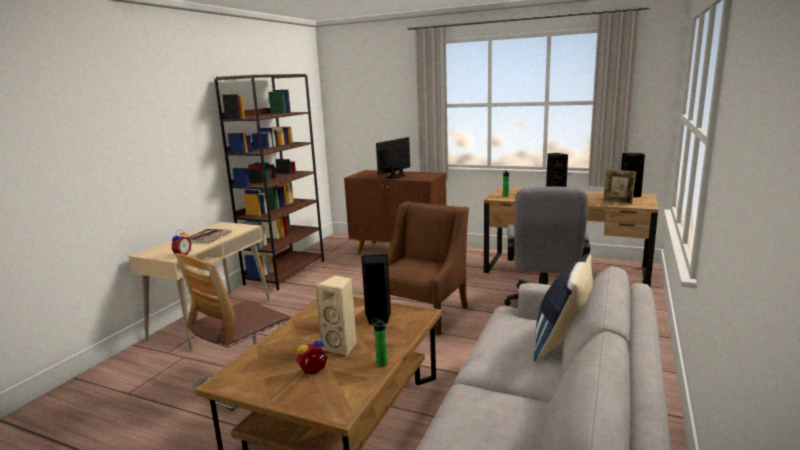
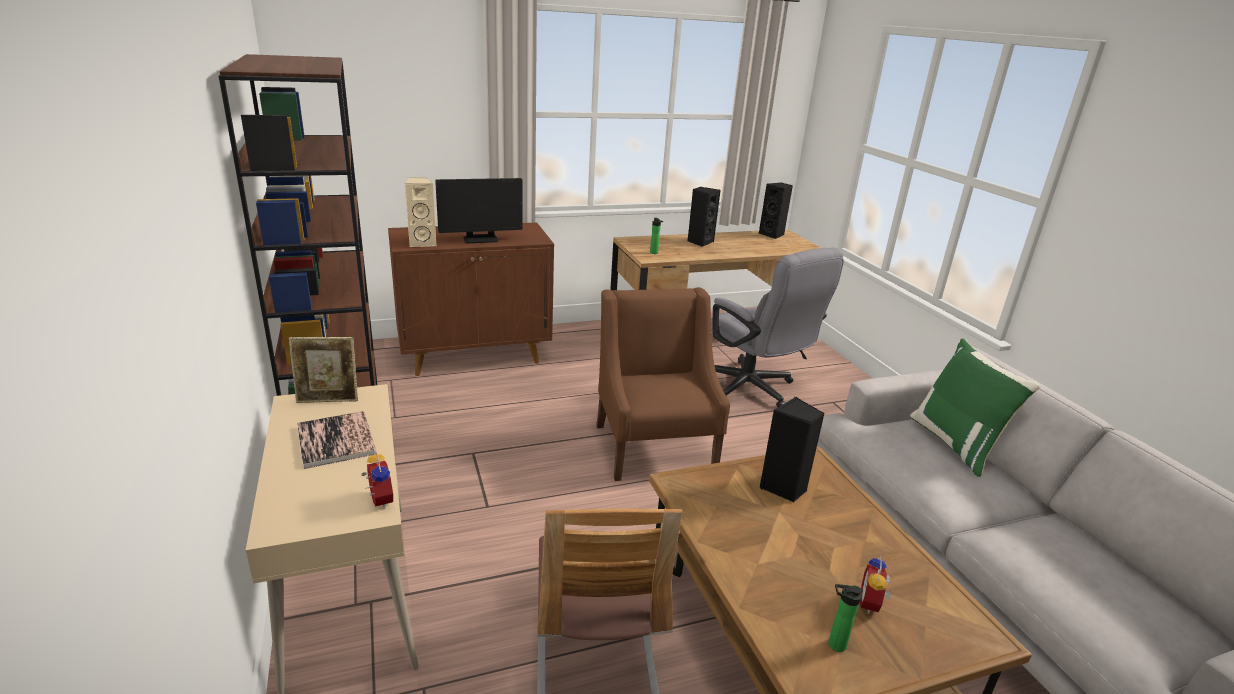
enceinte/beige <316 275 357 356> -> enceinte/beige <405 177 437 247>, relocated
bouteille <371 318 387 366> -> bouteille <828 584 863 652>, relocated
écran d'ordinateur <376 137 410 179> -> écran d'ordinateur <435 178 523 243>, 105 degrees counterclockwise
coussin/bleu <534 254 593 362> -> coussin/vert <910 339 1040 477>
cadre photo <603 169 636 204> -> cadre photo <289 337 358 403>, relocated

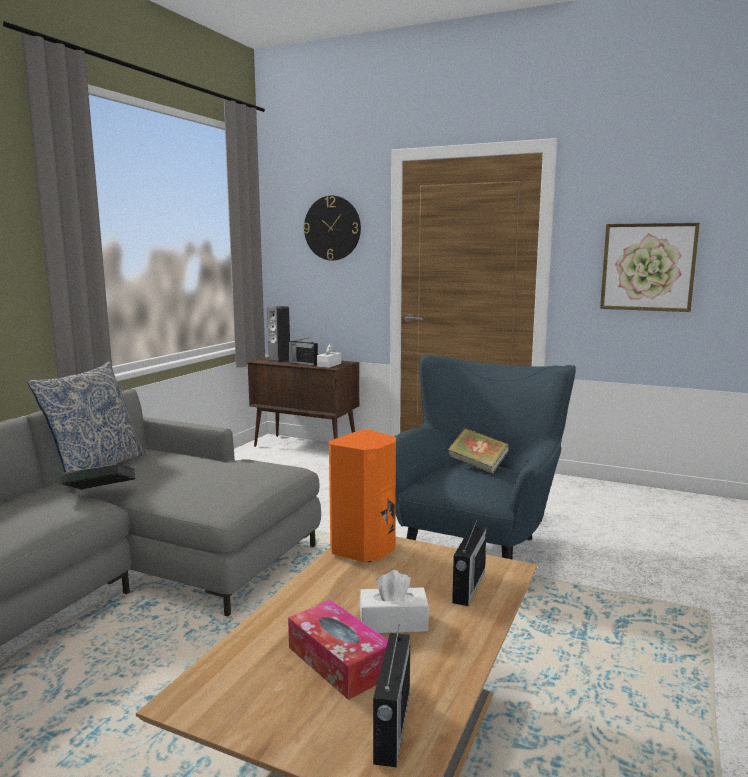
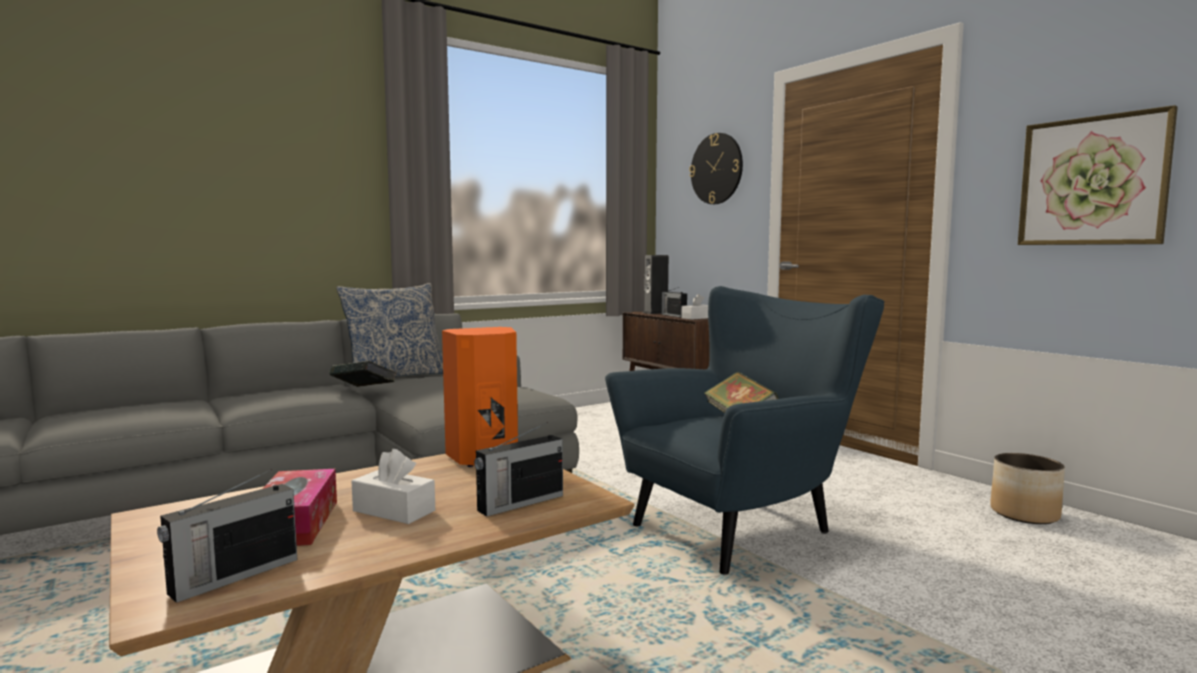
none -> cache-pot <990 453 1065 524>

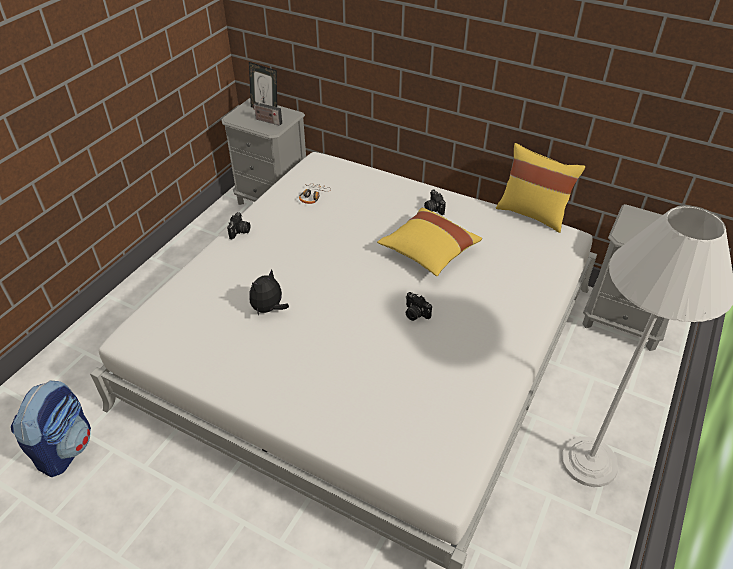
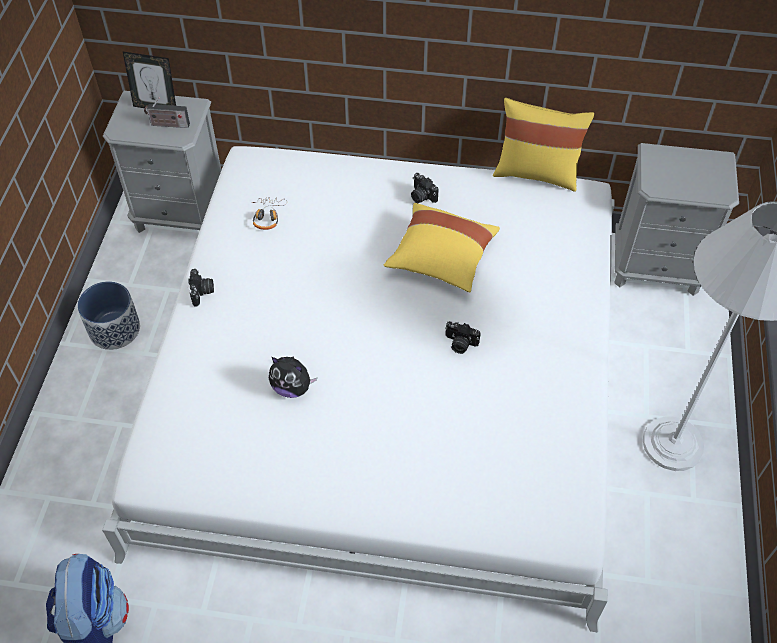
peluche <249 269 289 315> -> peluche <269 356 317 398>, 90 degrees counterclockwise
none -> cache-pot <77 281 140 350>

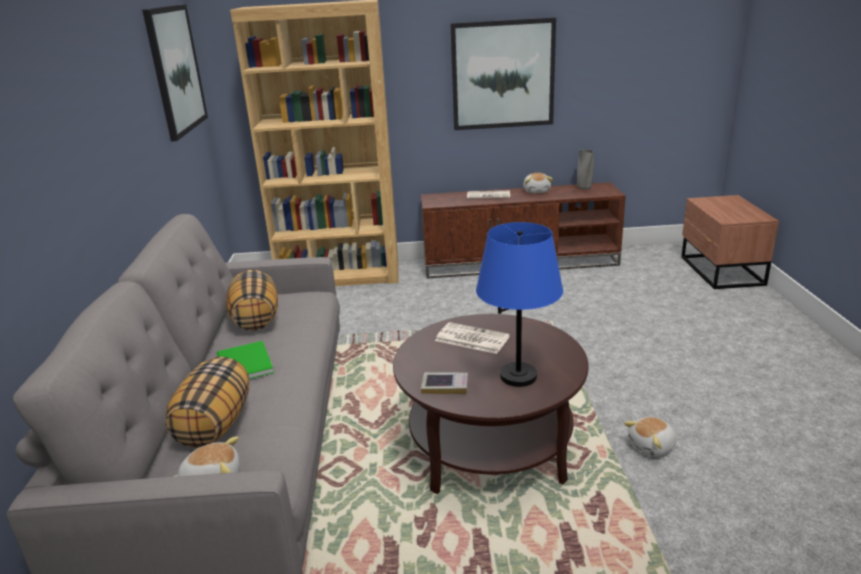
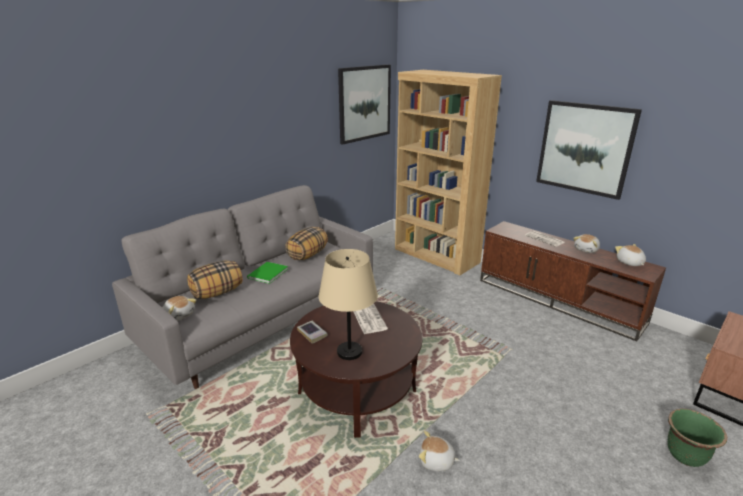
lampe de table/bleu <476 222 563 387> -> lampe de table/beige <319 249 378 360>
vase/gris <577 149 594 190> -> peluche <615 244 646 266>
none -> cache-pot/vert <668 409 727 467>

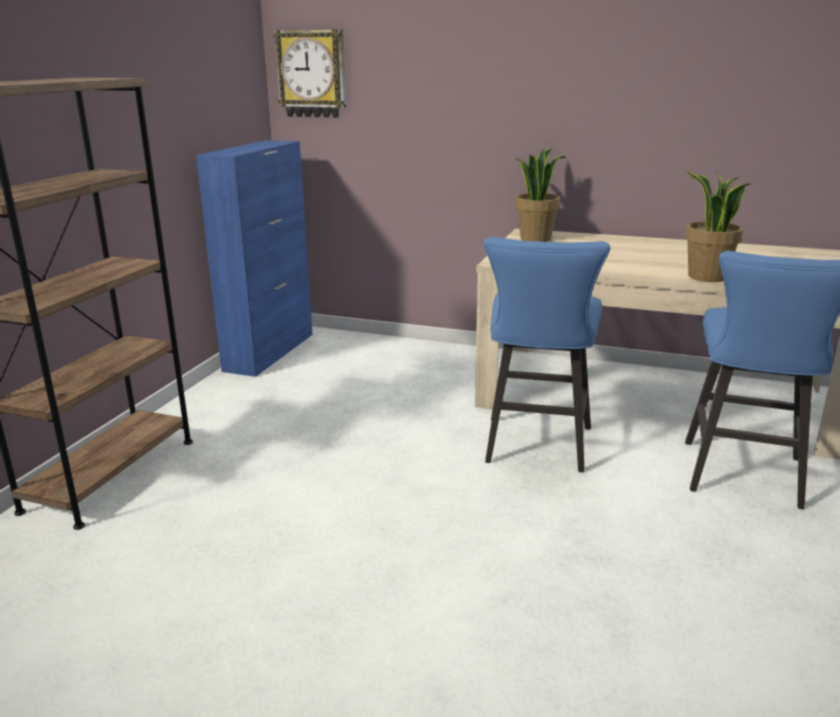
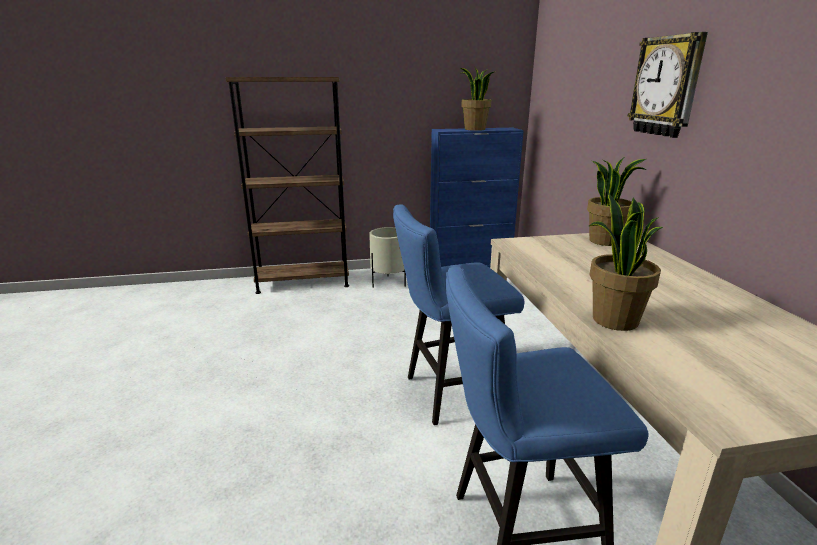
horloge murale <273 29 346 118> -> horloge murale <627 32 708 138>, relocated
none -> cache-pot/beige <369 227 406 288>
none -> plante en pot <461 66 494 131>

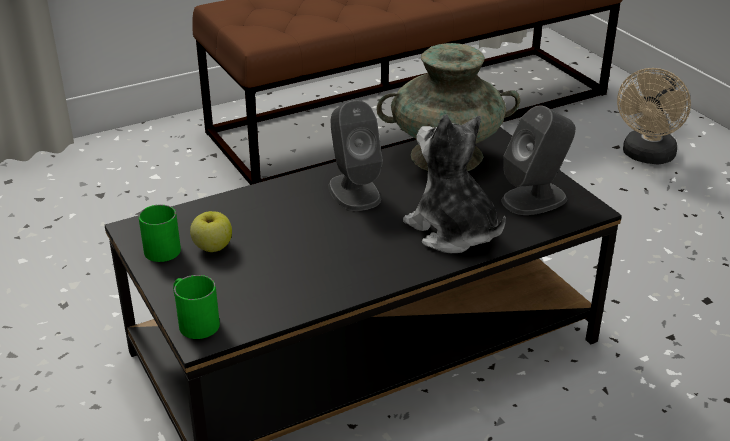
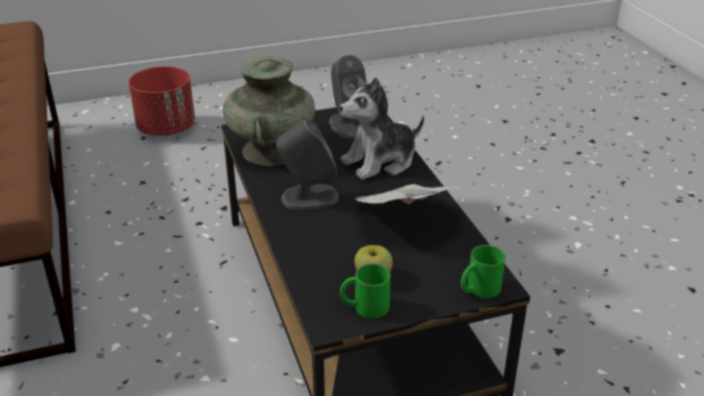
ventilateur/beige <617 68 691 164> -> cache-pot/rouge <129 66 195 136>
none -> journal <355 184 464 204>

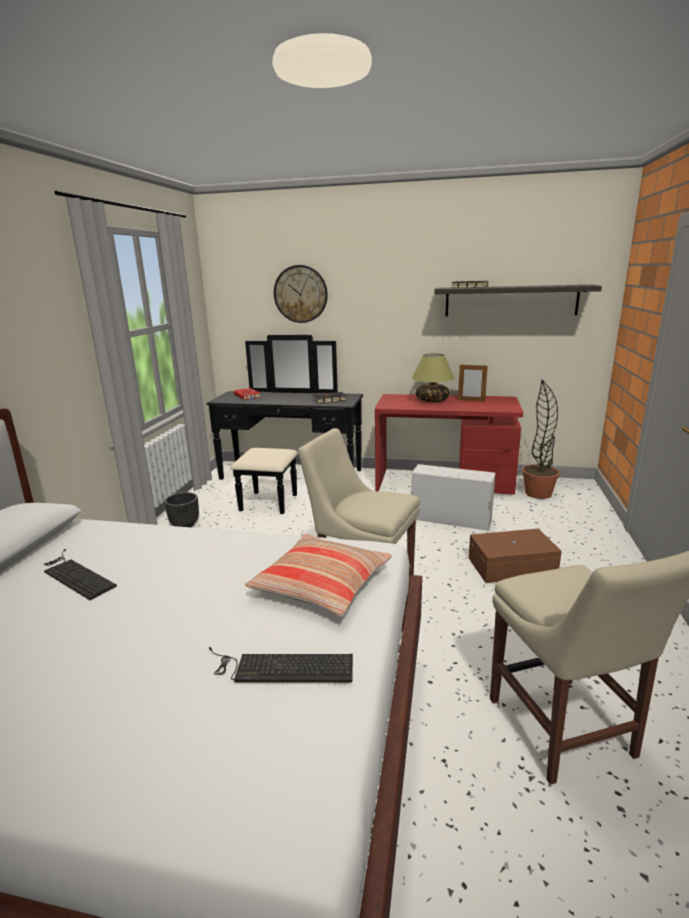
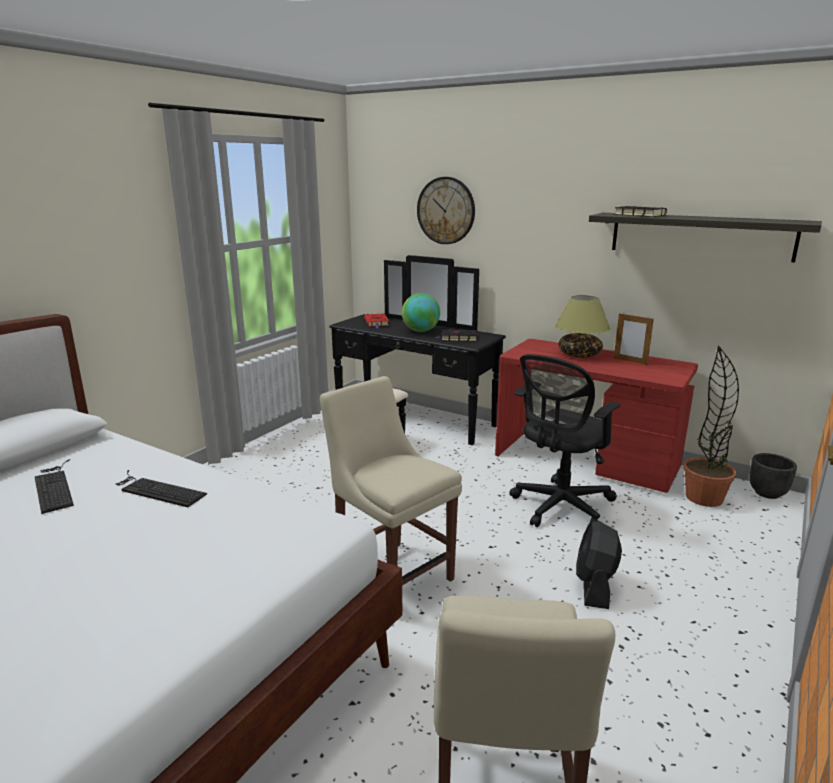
cache-pot/noir <164 492 199 527> -> cache-pot/noir <750 453 797 499>, relocated
clavier <209 647 353 683> -> clavier <115 470 207 507>, relocated
coussin <245 534 392 617> -> none
boîte de rangement/blanc <411 464 495 531> -> chaise de bureau/noir <509 354 621 527>
boîte de rangement/marron <469 528 562 583> -> ventilateur/noir <576 521 622 609>
none -> globe <402 293 440 332>

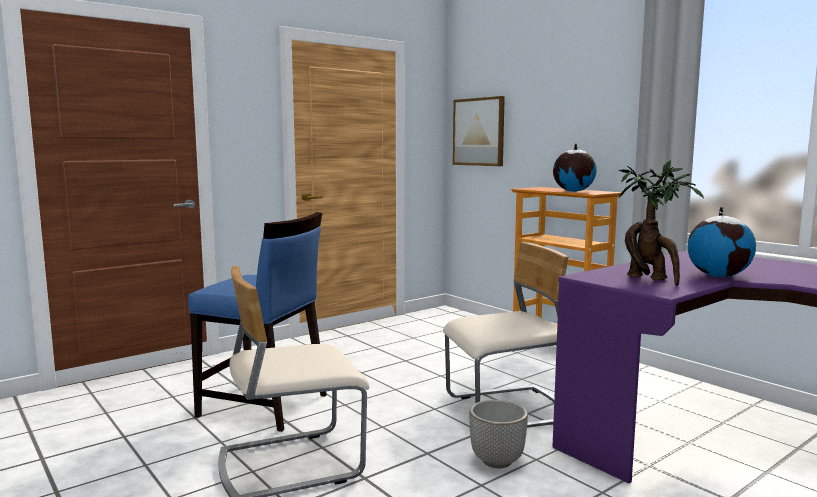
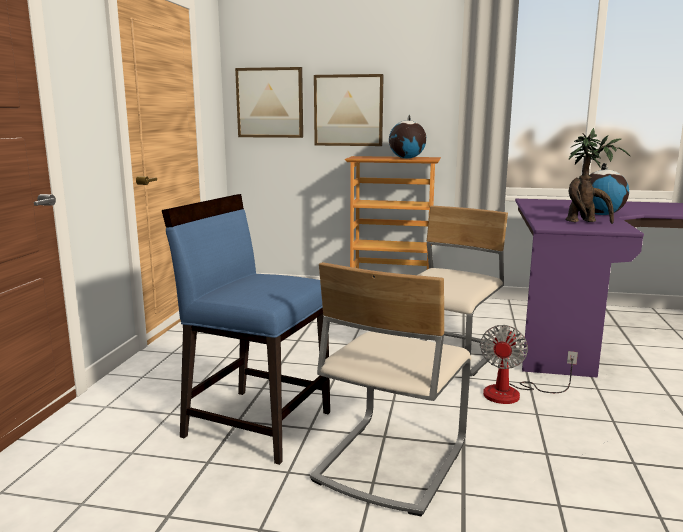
chaise/bleu <188 212 327 432> -> chaise/bleu <162 194 330 465>, 135 degrees counterclockwise
cache-pot <469 400 528 468> -> ventilateur <480 325 578 404>
none -> tableau <314 74 384 146>

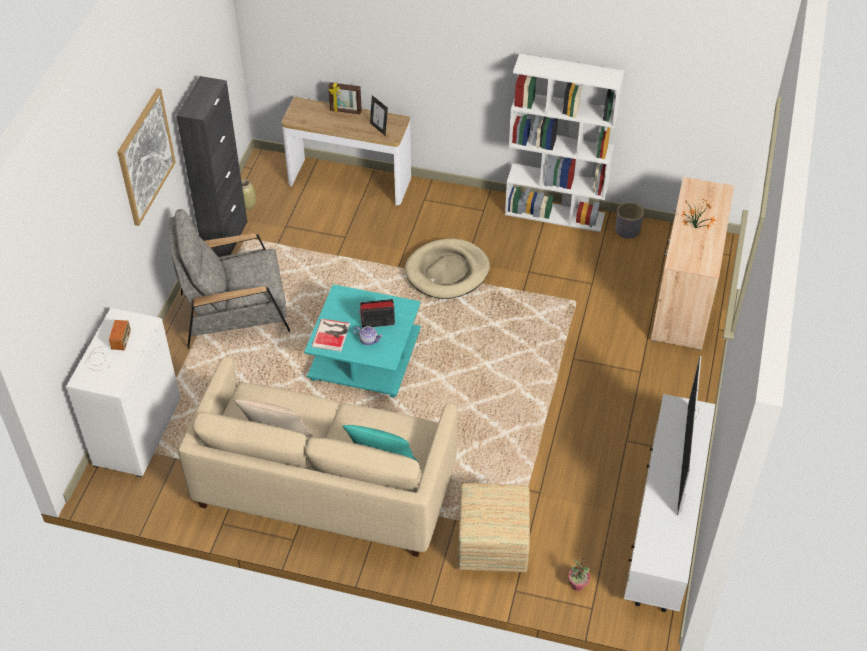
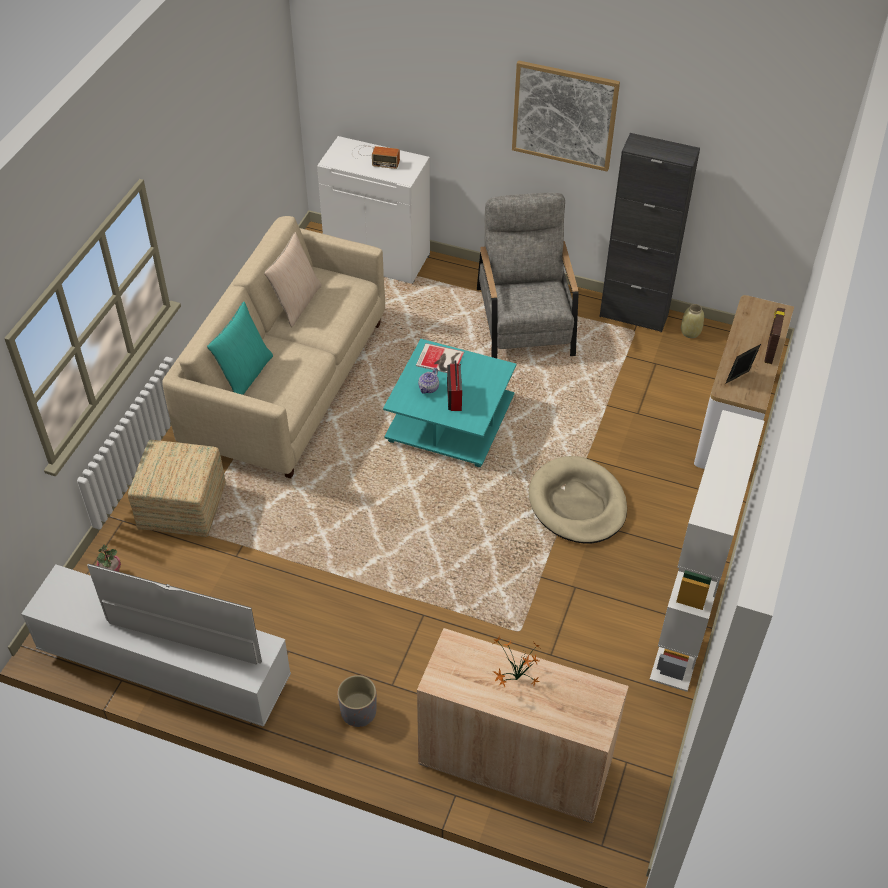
cache-pot/gris <615 202 644 239> -> cache-pot/gris <337 675 376 727>, relocated

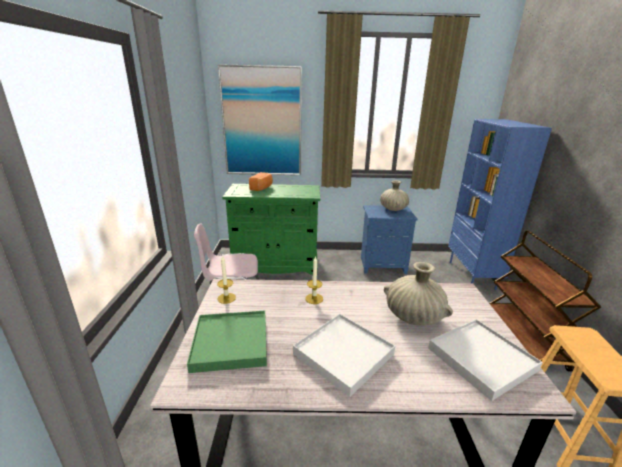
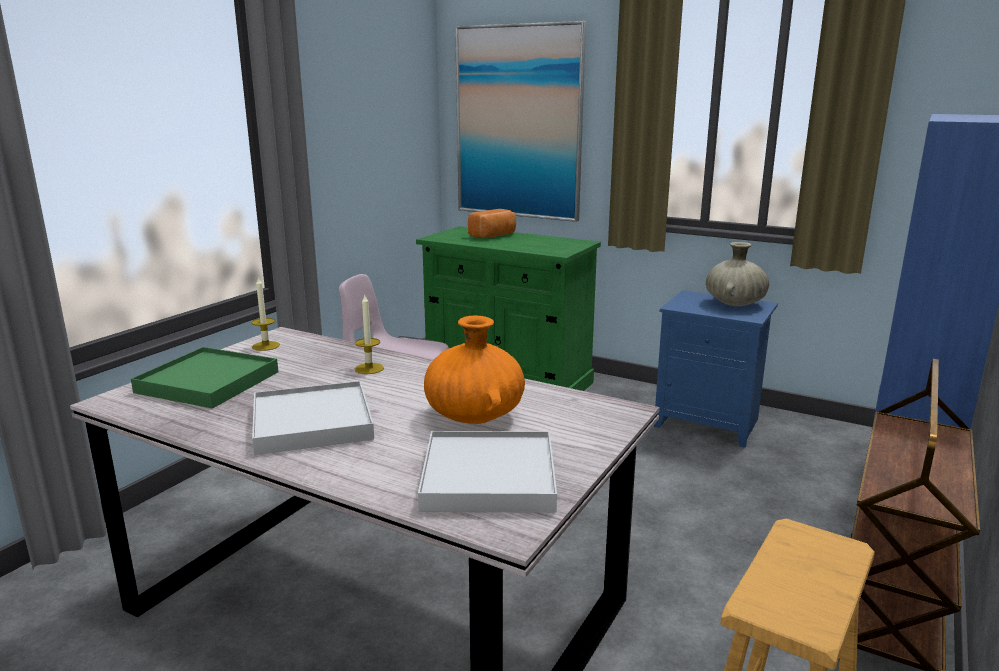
vase/beige <384 262 453 326> -> vase/orange <424 315 525 424>

